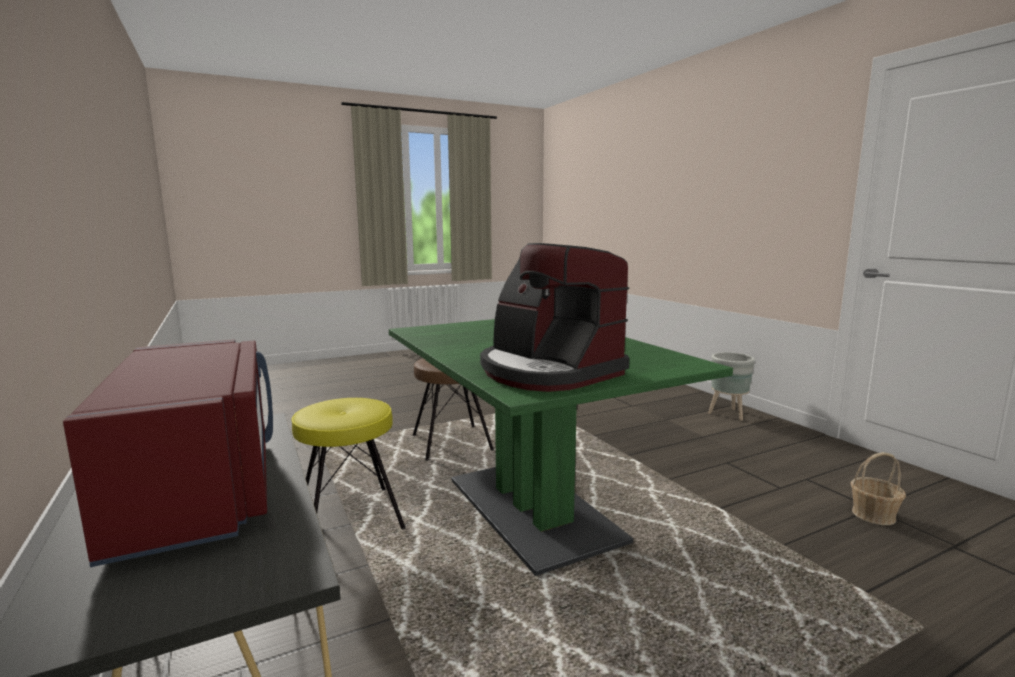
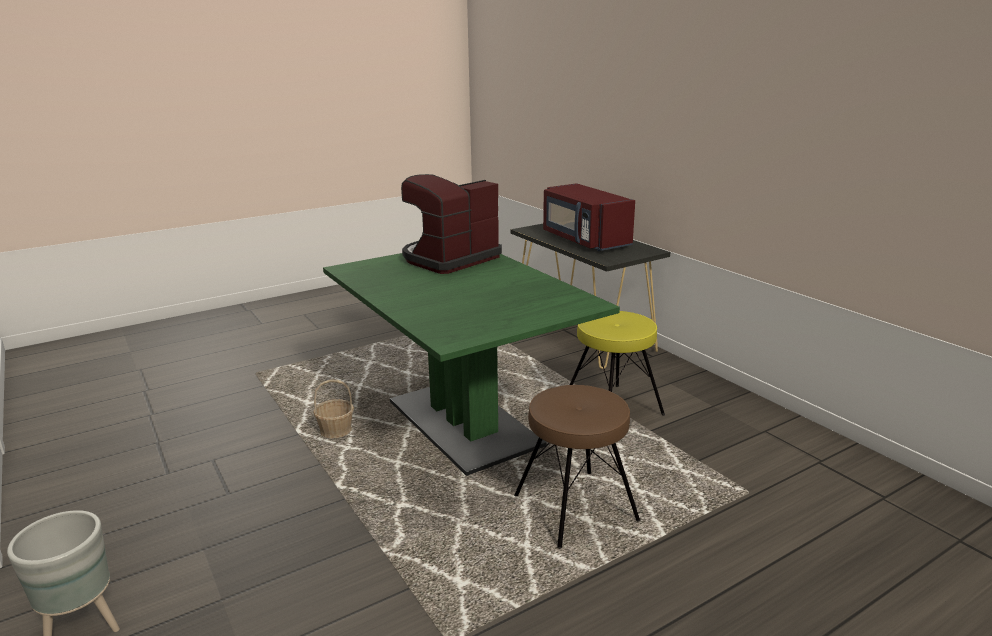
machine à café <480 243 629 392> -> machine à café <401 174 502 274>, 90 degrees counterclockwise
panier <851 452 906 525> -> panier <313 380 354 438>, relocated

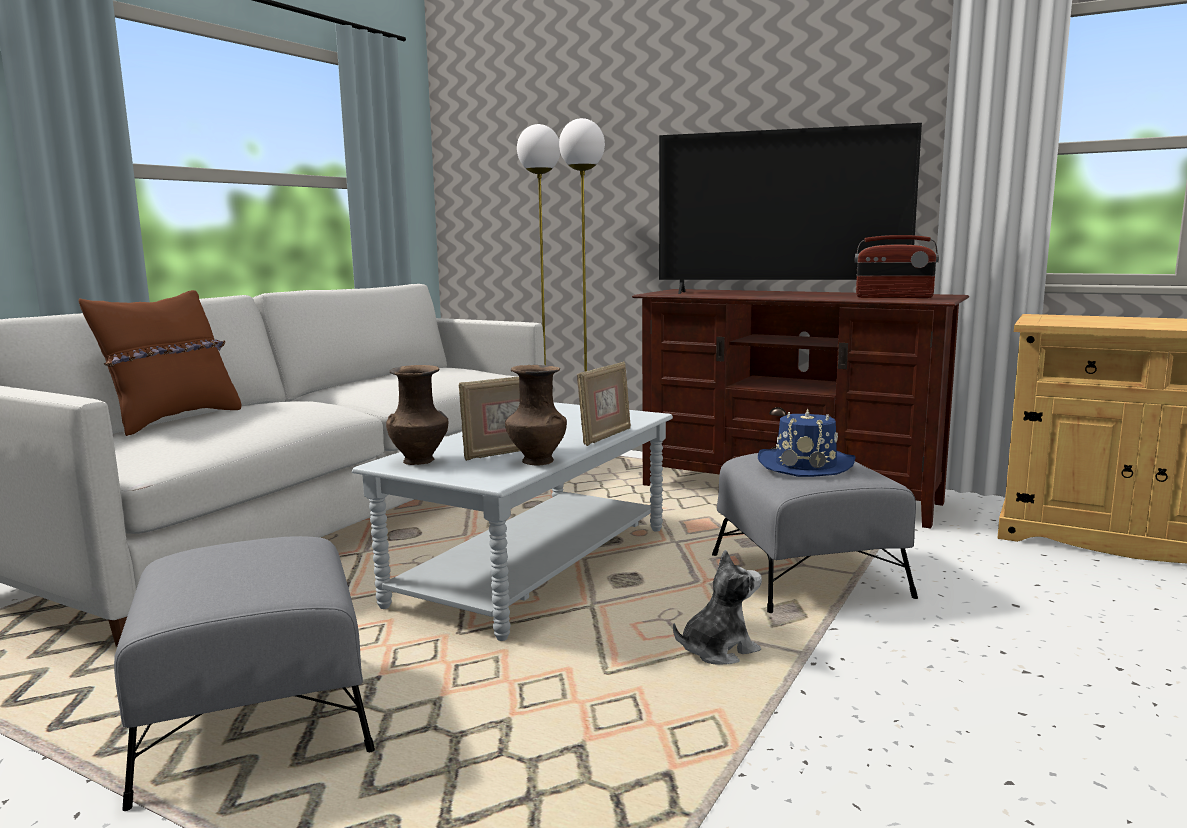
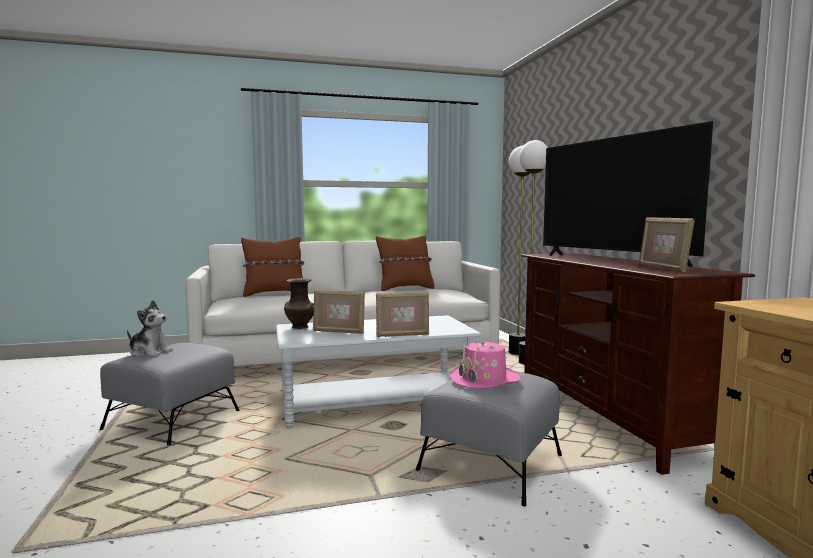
vase/marron <505 365 567 465> -> none
peluche <673 550 762 665> -> peluche <127 300 173 357>, relocated
chapeau/bleu <758 408 856 477> -> chapeau/rose <449 339 521 389>
radio <855 235 939 298> -> cadre photo <639 217 694 273>
none -> coussin/marron <376 235 434 291>

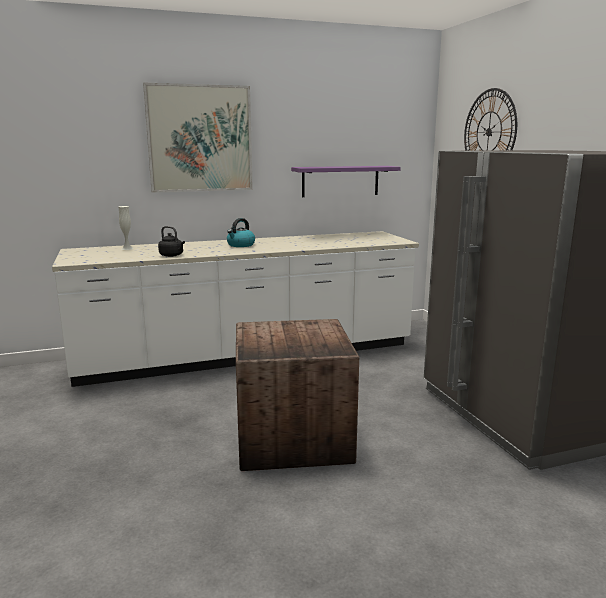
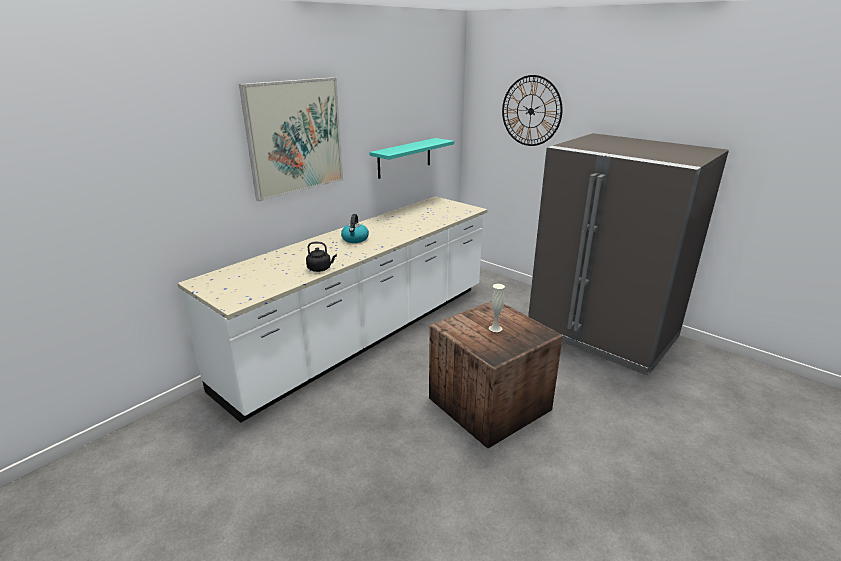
vase/blanc <118 206 134 250> -> vase/blanc <489 284 505 332>, relocated
étagère/violet <291 166 401 197> -> étagère/turquoise <369 138 454 179>

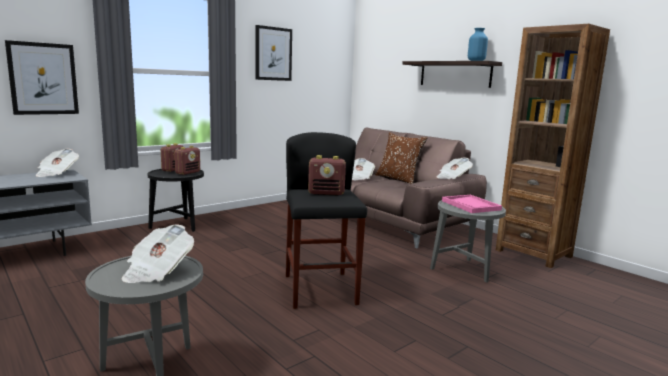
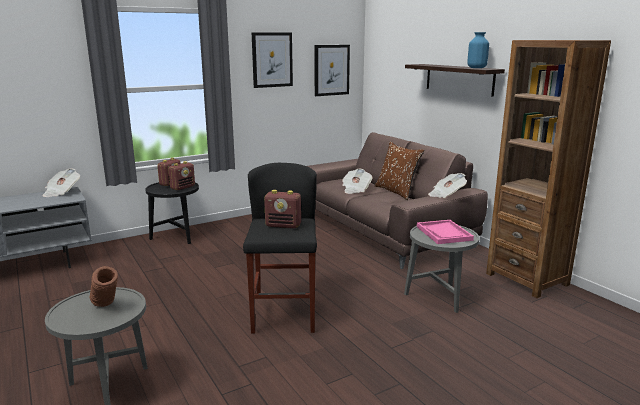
tableau <5 40 79 115> -> tableau <314 45 350 96>, relocated
journal <121 224 194 283> -> vase/marron <90 266 118 307>

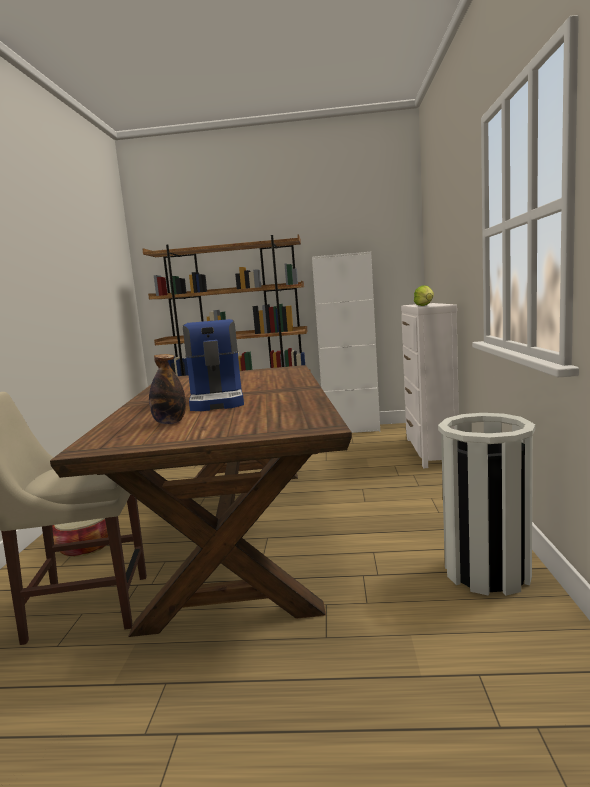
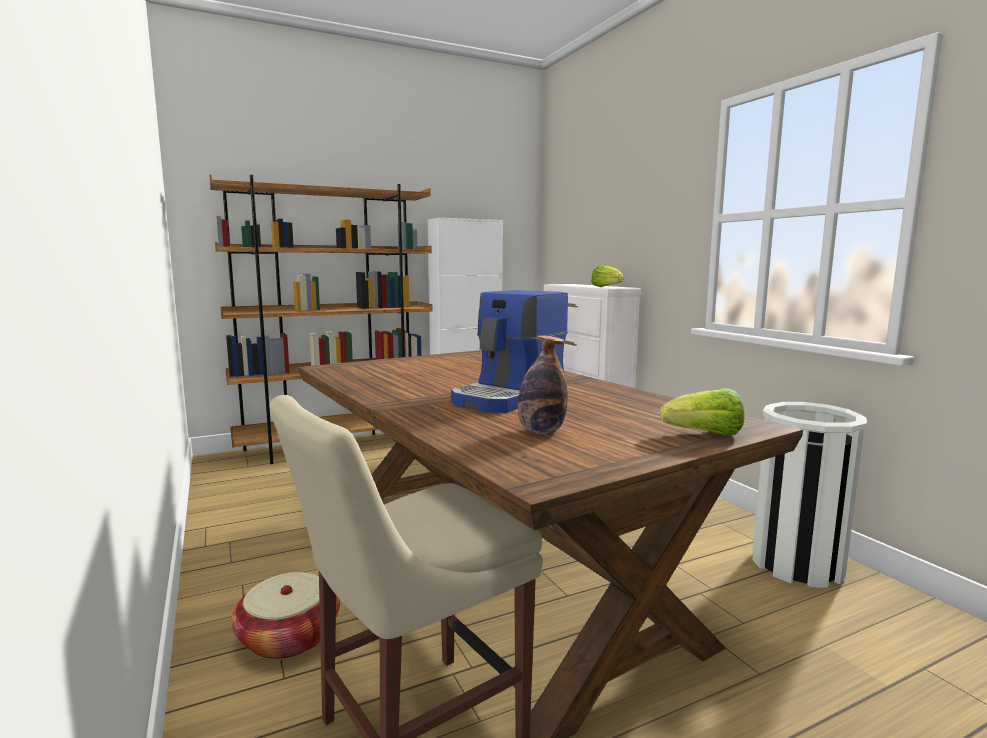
machine à café <183 319 244 411> -> machine à café <451 290 568 413>, 75 degrees clockwise
none -> laitue <660 388 744 435>

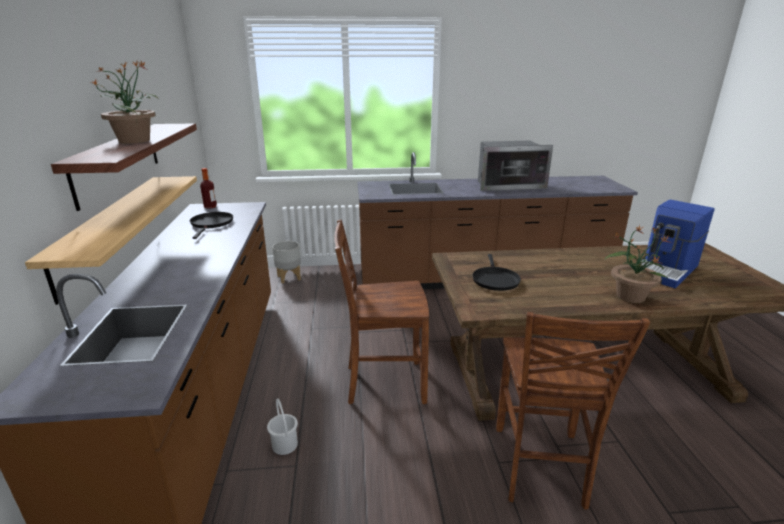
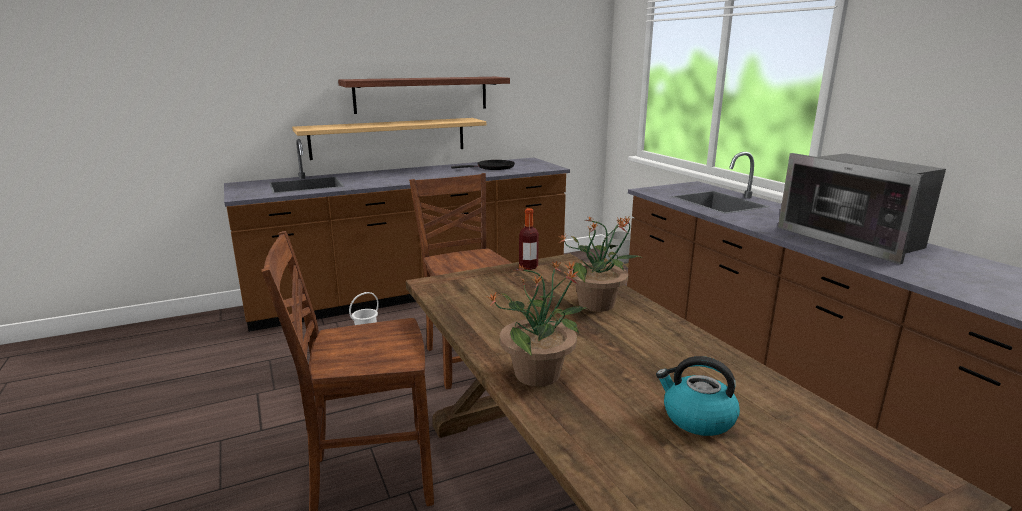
plante en pot <91 61 158 143> -> plante en pot <558 217 644 312>, relocated
bouteille <200 168 217 209> -> bouteille <519 208 539 270>, relocated
poêle/noir <472 254 521 291> -> none
machine à café <640 200 715 288> -> bouilloire <656 356 740 436>

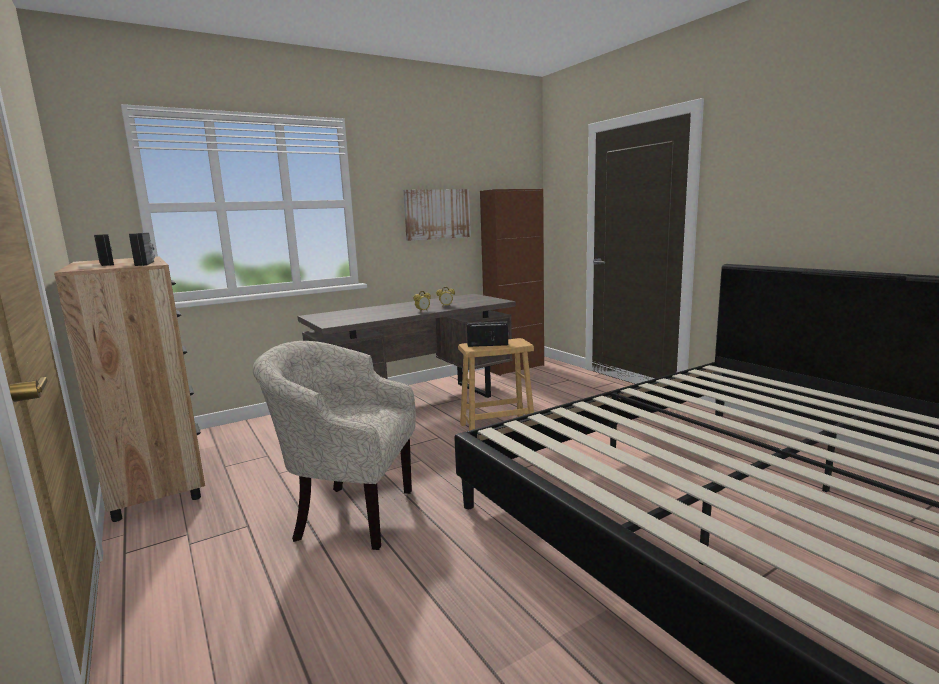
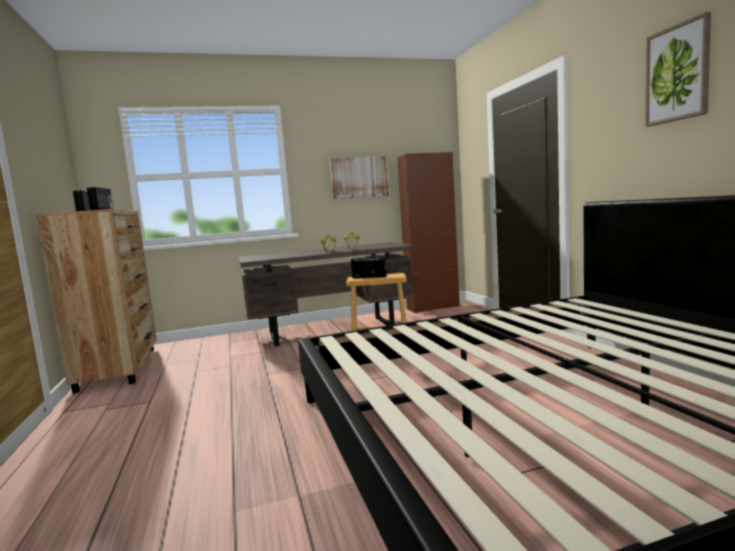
fauteuil/beige <253 341 416 550> -> none
none -> tableau <645 12 711 127>

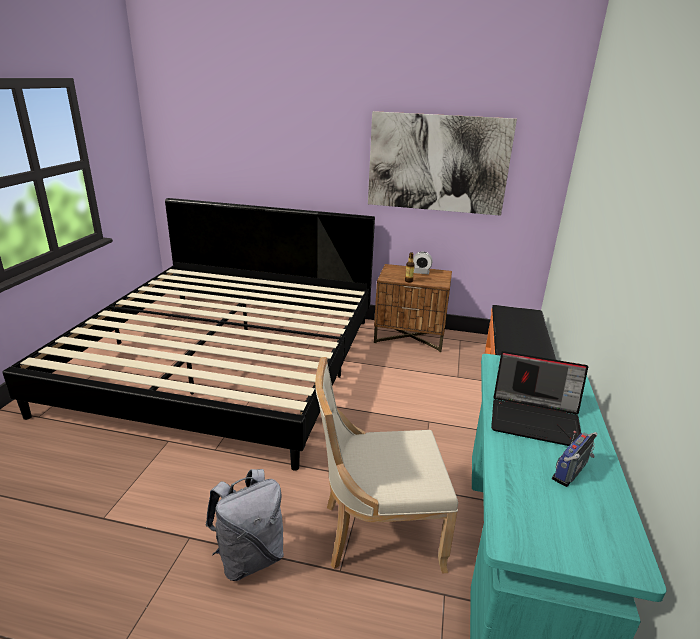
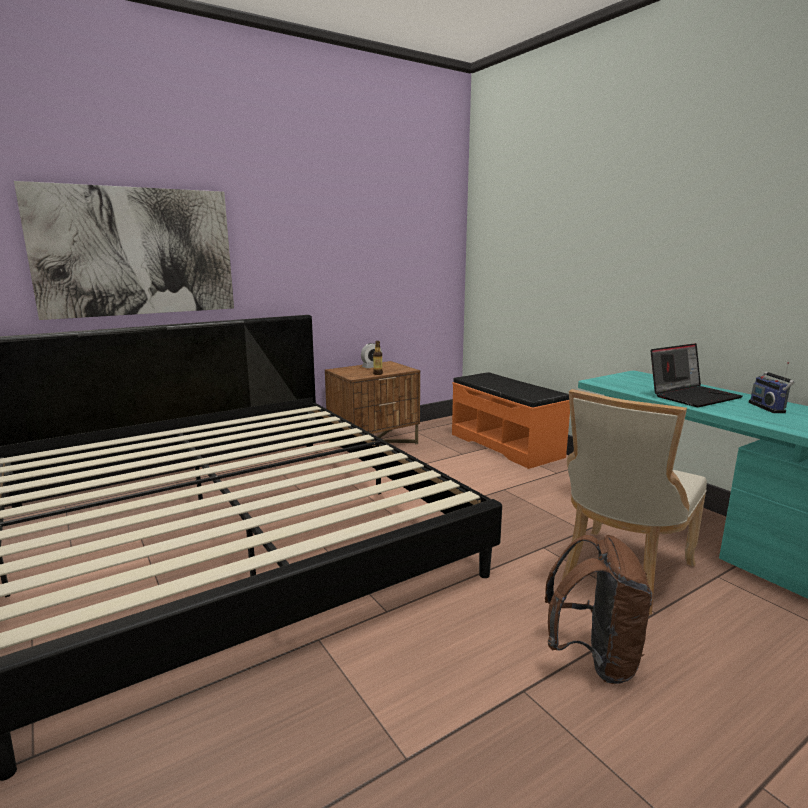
sac à dos/gris <205 469 284 581> -> sac à dos/marron <545 535 653 684>
tableau <368 111 517 216> -> tableau <14 181 234 320>, relocated

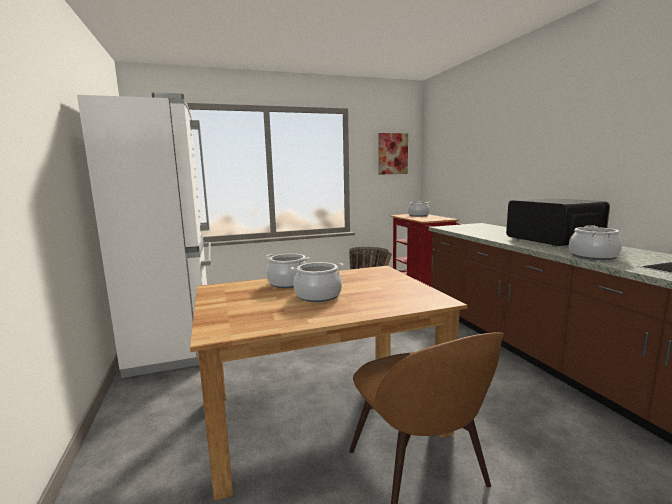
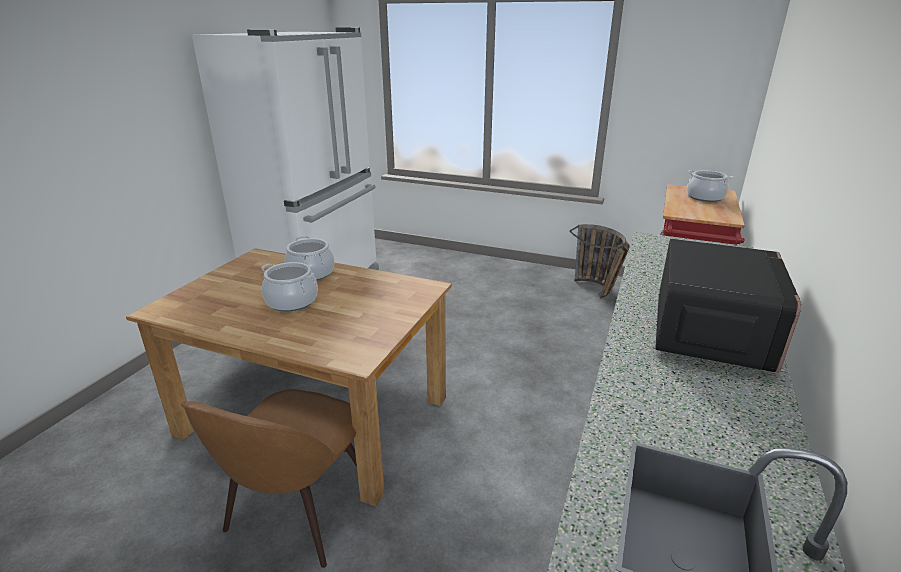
tableau <378 133 408 175> -> none
marmite <569 225 622 260> -> none

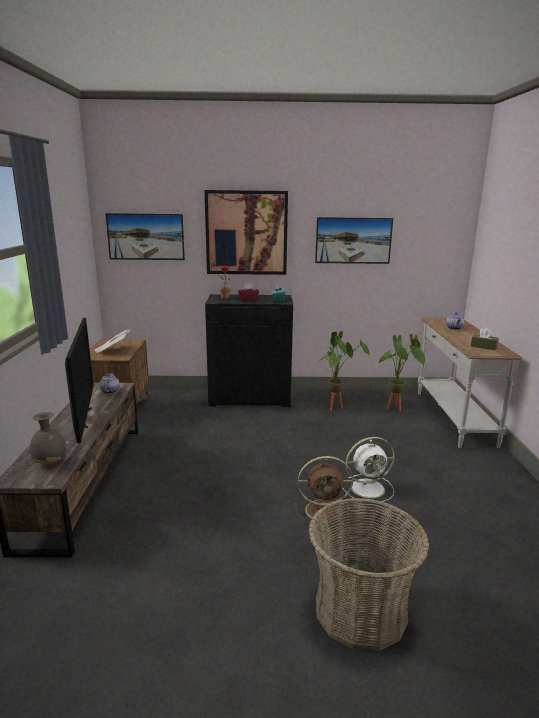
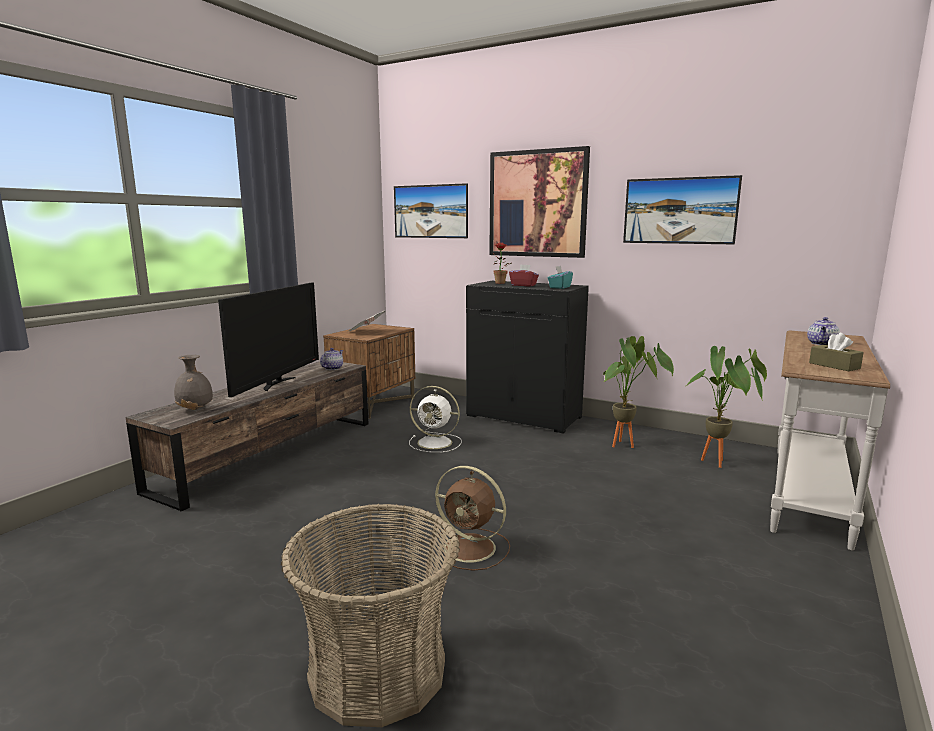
ventilateur/blanc <343 437 395 502> -> ventilateur/blanc <409 386 462 453>, relocated

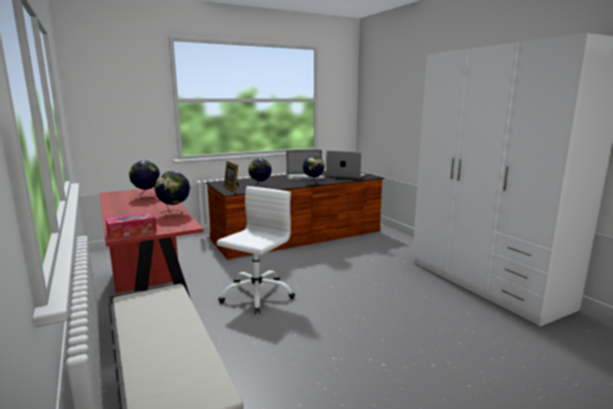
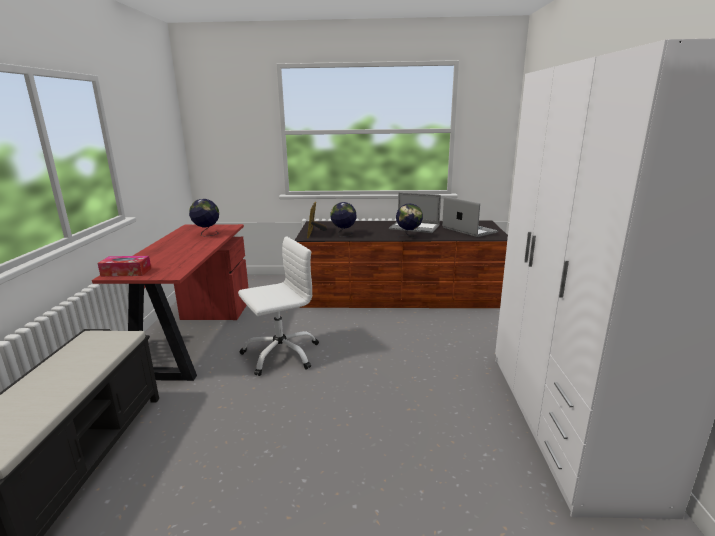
globe <154 171 190 214> -> none

